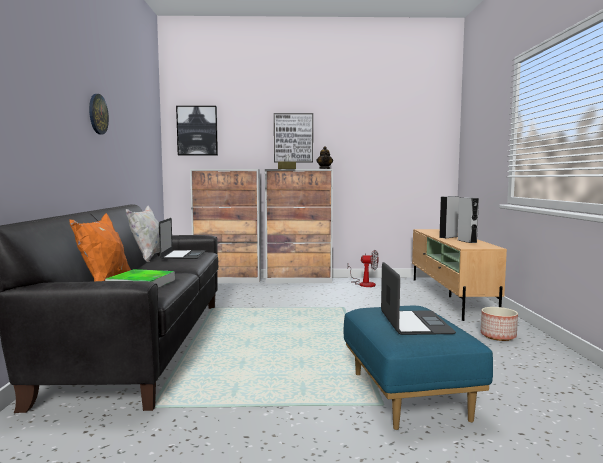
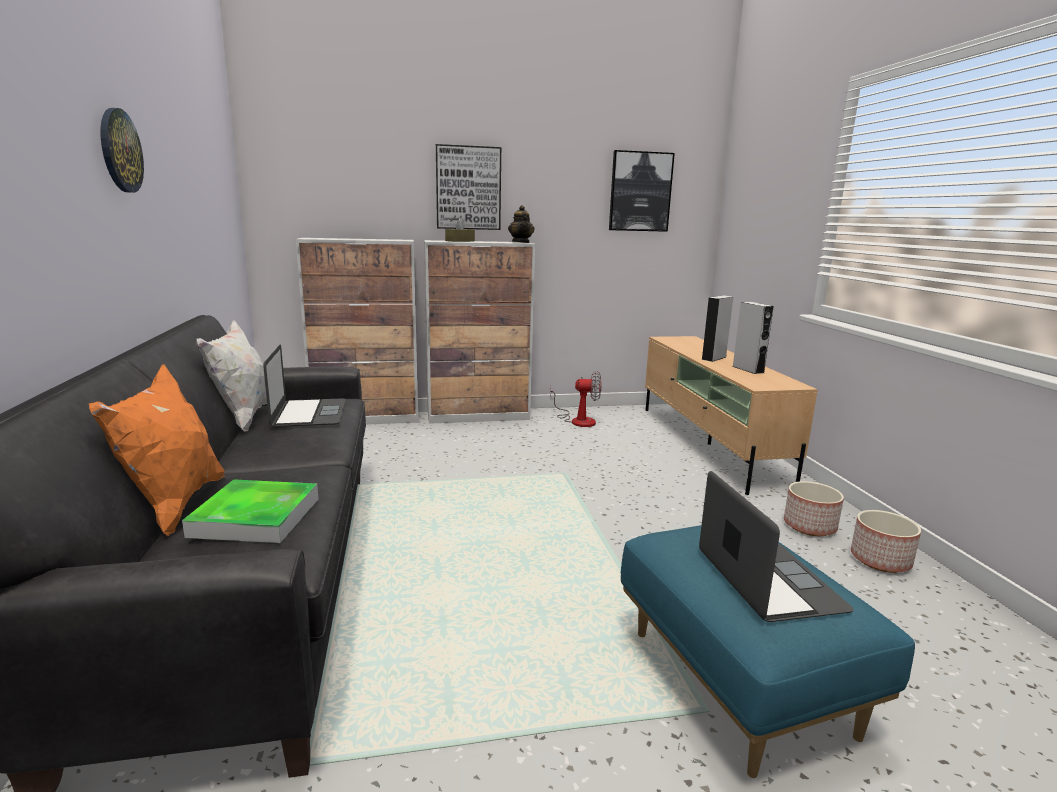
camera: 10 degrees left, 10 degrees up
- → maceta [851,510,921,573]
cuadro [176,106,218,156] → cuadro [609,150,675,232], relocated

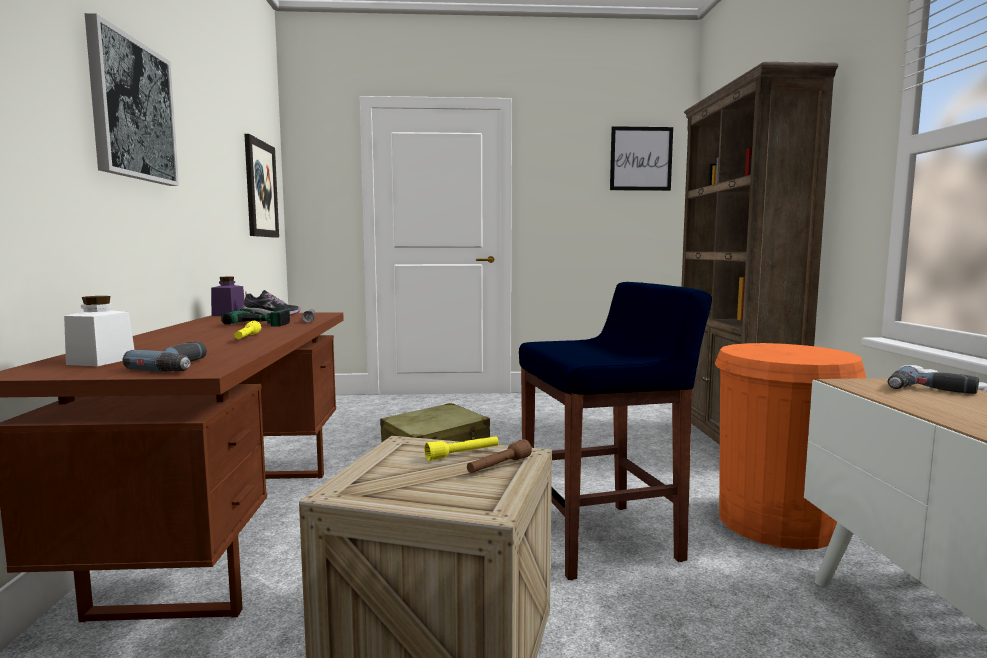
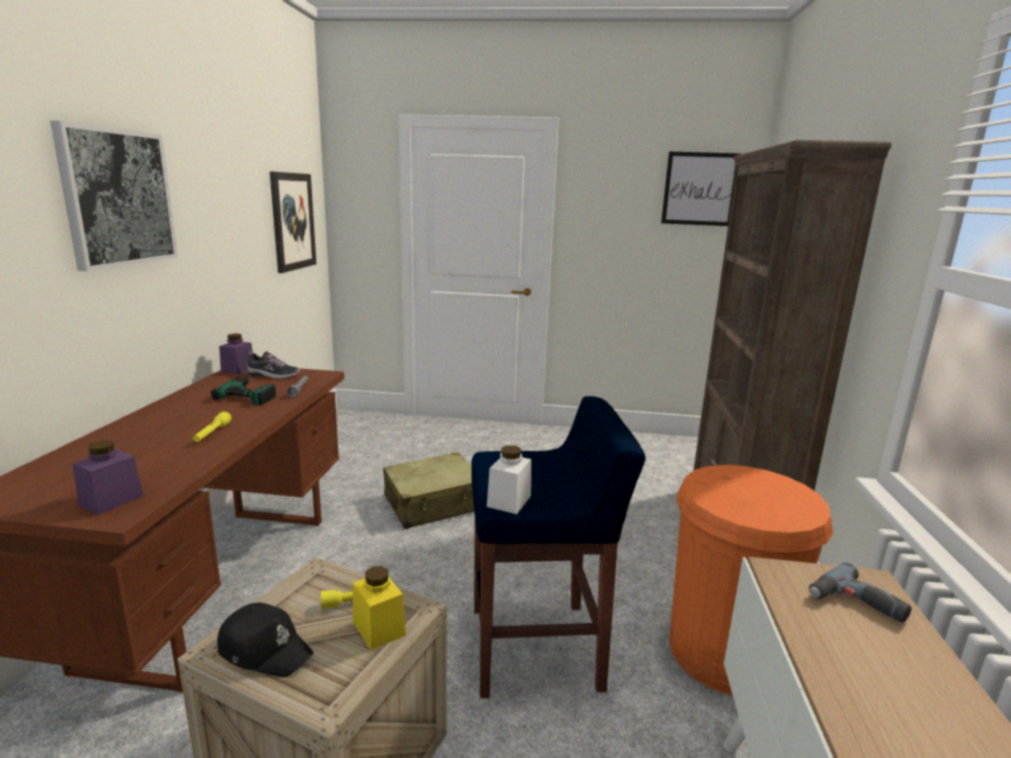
camera: 10 degrees right, 10 degrees up
- → gorra [negro] [217,603,314,677]
tarro [blanco] [64,296,134,366] → tarro [blanco] [487,445,531,514], relocated
taladro [122,342,207,372] → tarro [morado] [73,440,143,515]
linterna [marrón] [467,439,532,473] → tarro [amarillo] [353,566,406,650]

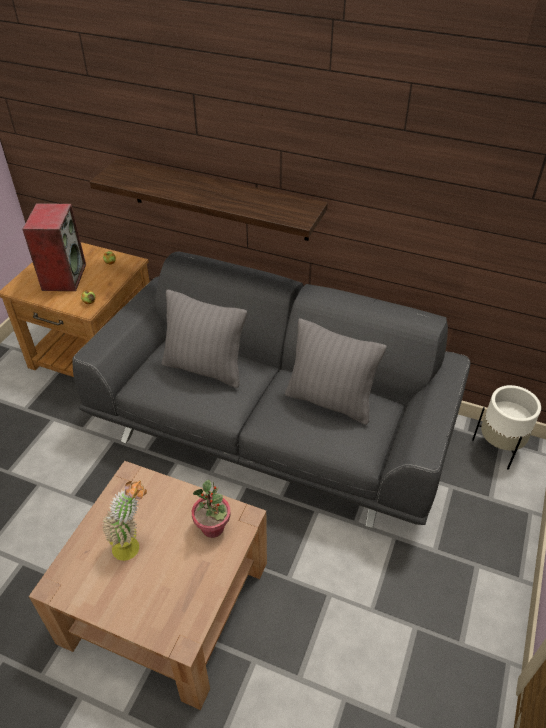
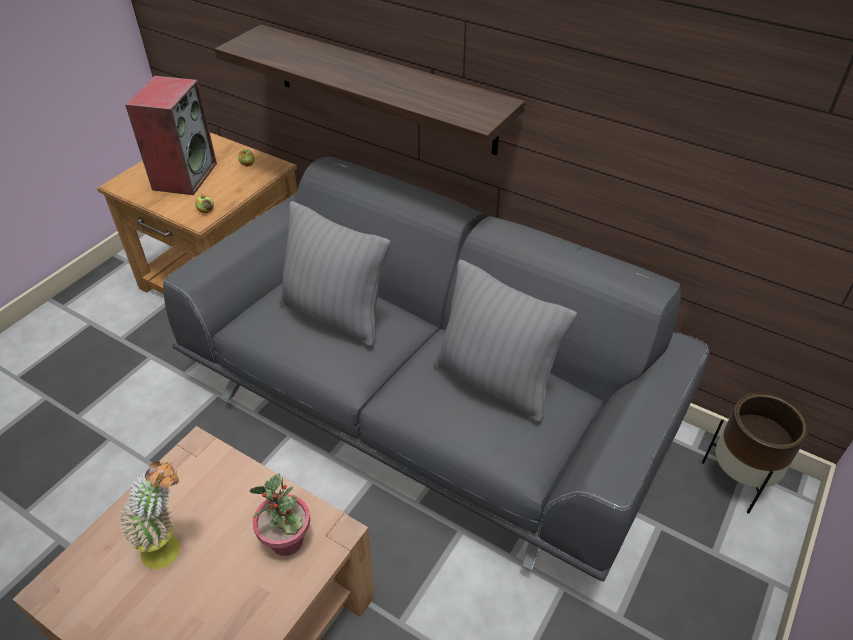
camera: 10 degrees right, 0 degrees up
maceta [blanco] [472,385,541,470] → maceta [marrón] [702,393,808,513]

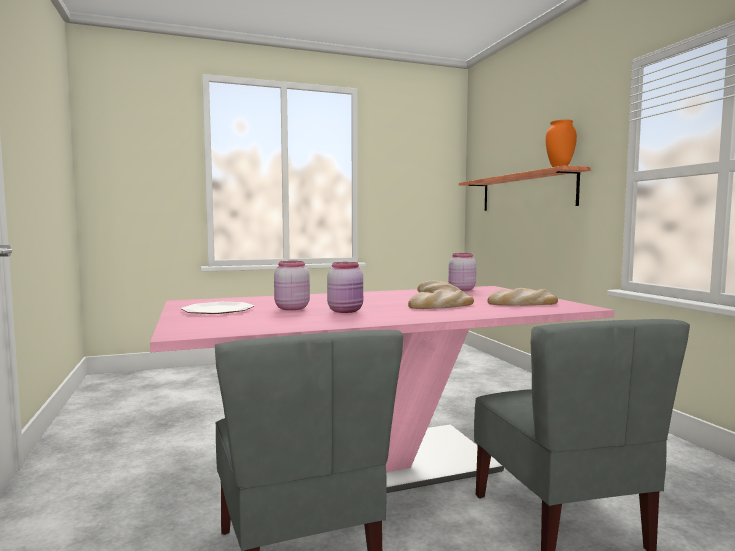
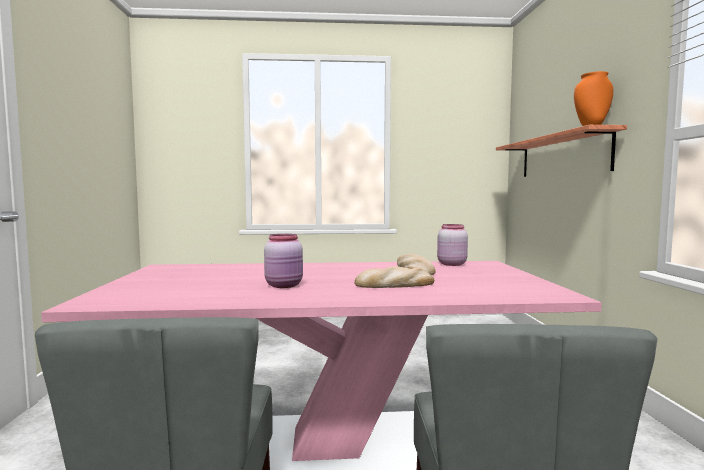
camera: 15 degrees right, 0 degrees up
plato [181,302,254,314] → -
tarro [rosa] [274,261,310,310] → -
pan [487,288,558,306] → -

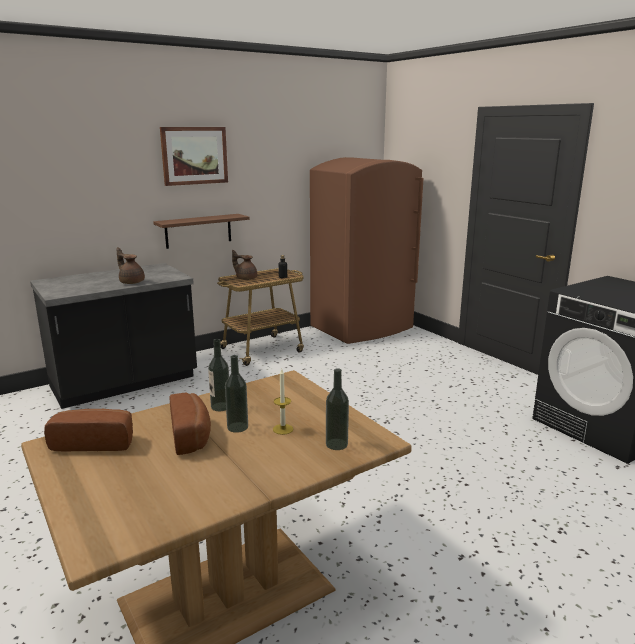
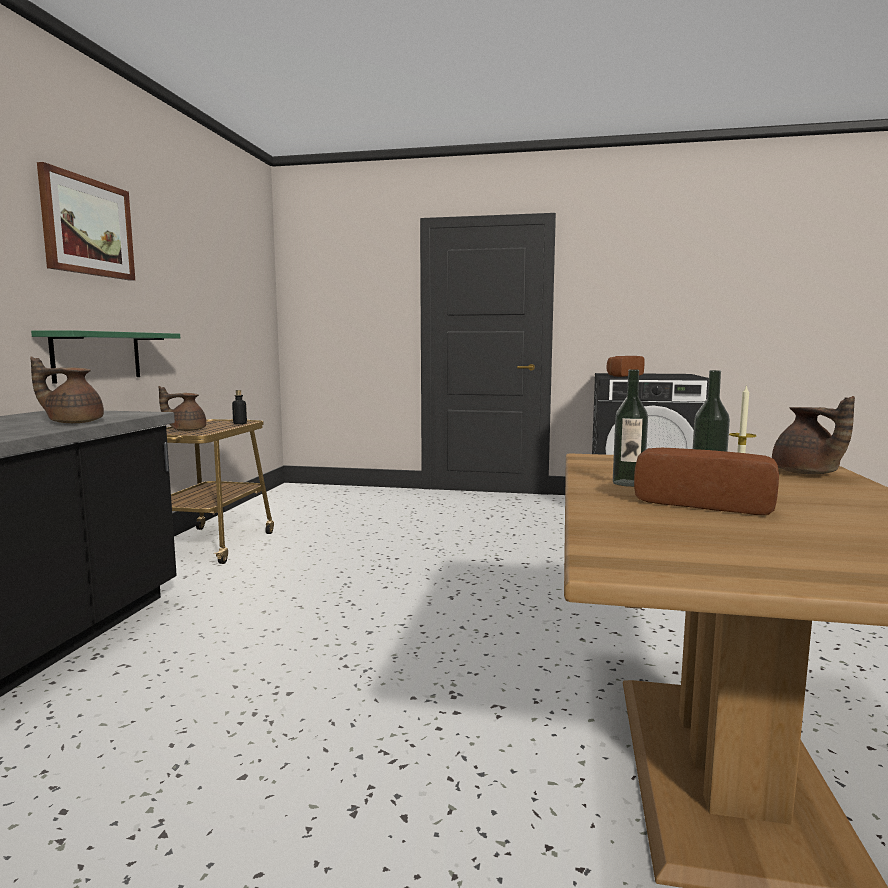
camera: 45 degrees left, 10 degrees down
nevera [marrón] [310,157,424,344] → -
pan [44,409,133,451] → pan [606,356,645,377], relocated
botella [326,368,349,450] → tetera [marrón] [772,396,855,474]
estante [marrón] [153,214,250,249] → estante [verde] [31,330,180,384]

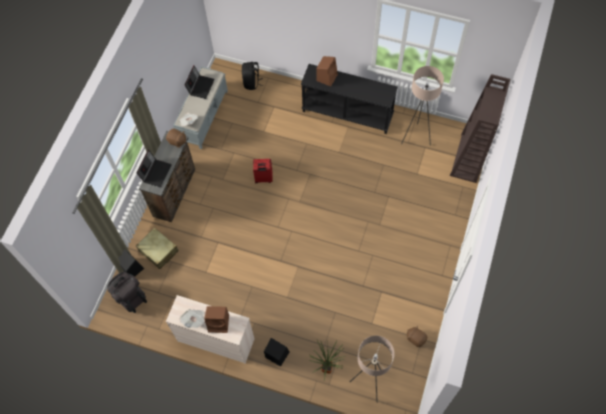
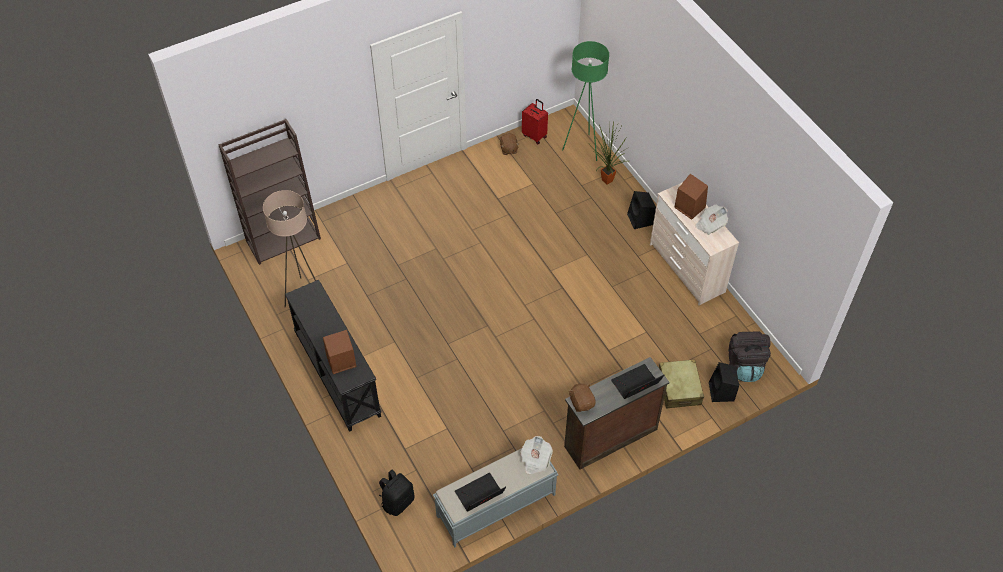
camera: 140 degrees left, 10 degrees down
maleta [rojo] [253,159,272,183] → maleta [rojo] [522,99,548,144], relocated
lámpara de pie [beis] [350,336,395,403] → lámpara de pie [verde] [562,41,609,161]

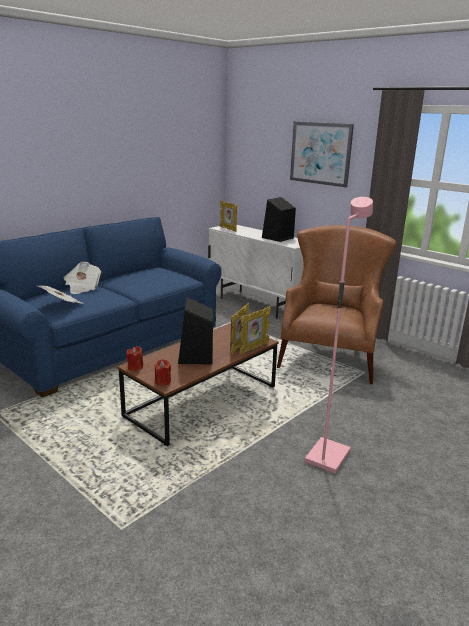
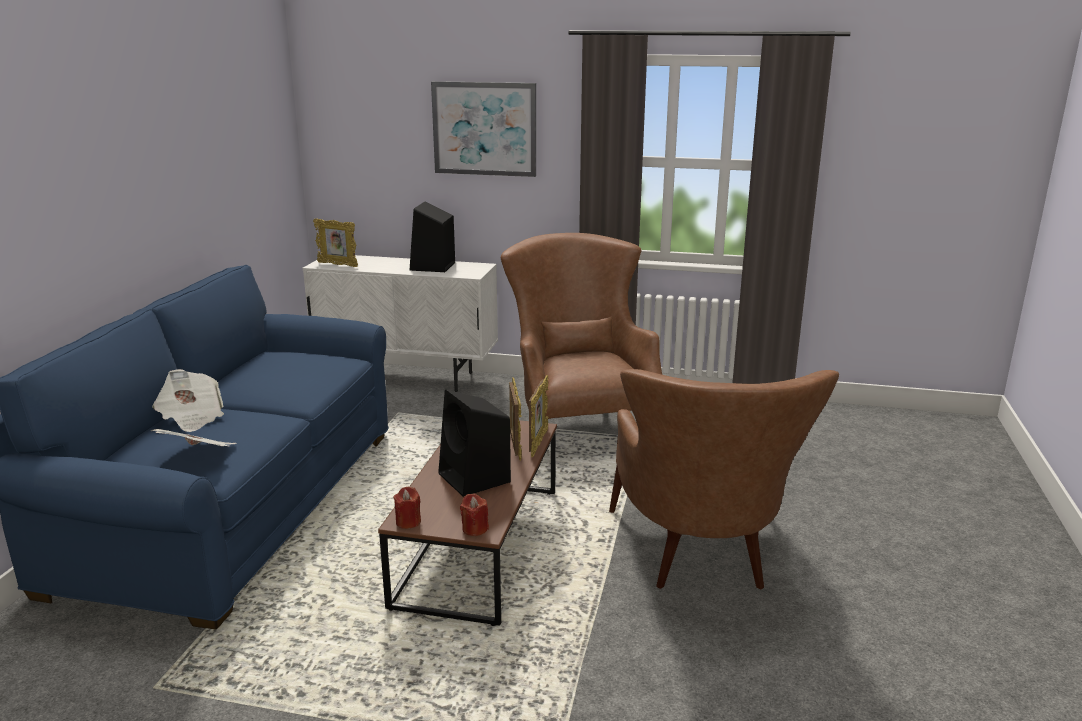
camera: 30 degrees left, 0 degrees up
lámpara de pie [rosa] [305,197,373,474] → sillón [marrón] [609,369,839,590]

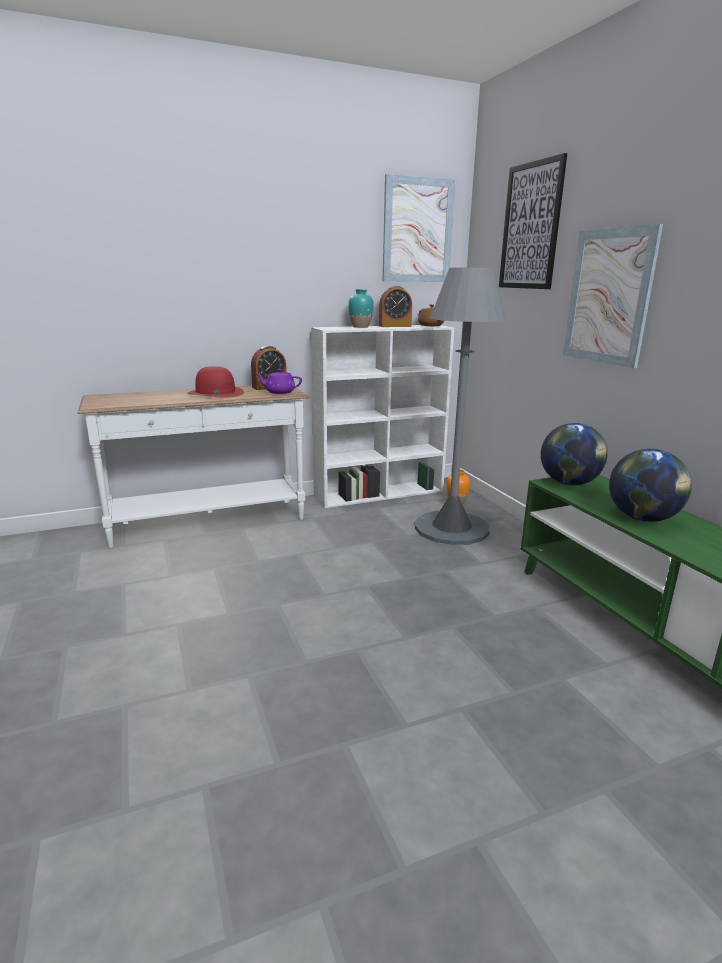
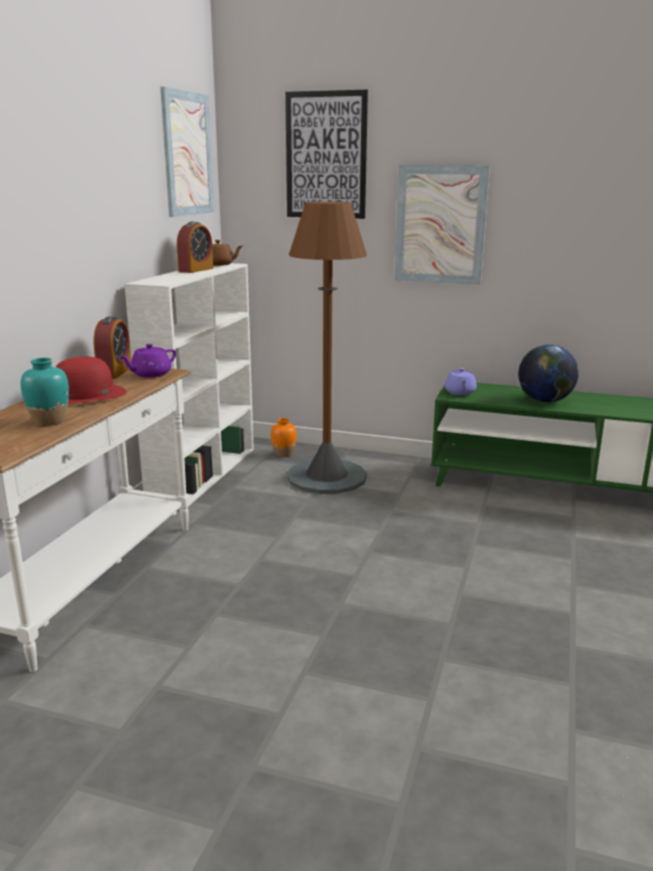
camera: 50 degrees left, 0 degrees up
florero [turquesa] [348,289,374,328] → florero [turquesa] [21,358,69,426], relocated
globo terráqueo [541,423,608,485] → tetera [morado] [444,368,477,395]
lámpara de pie [gris] [415,268,506,545] → lámpara de pie [marrón] [287,202,367,494]

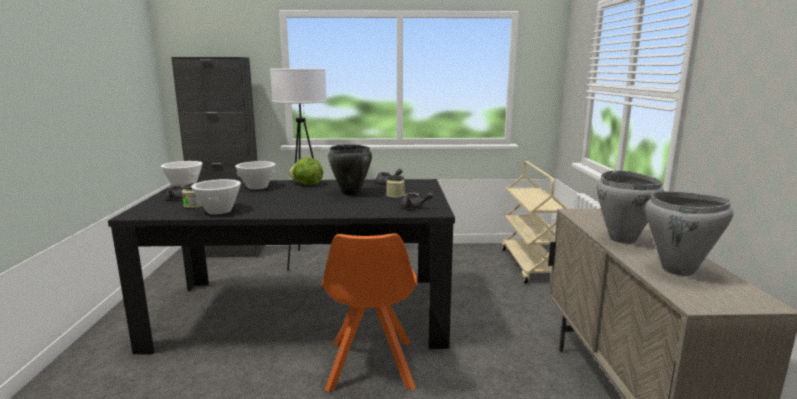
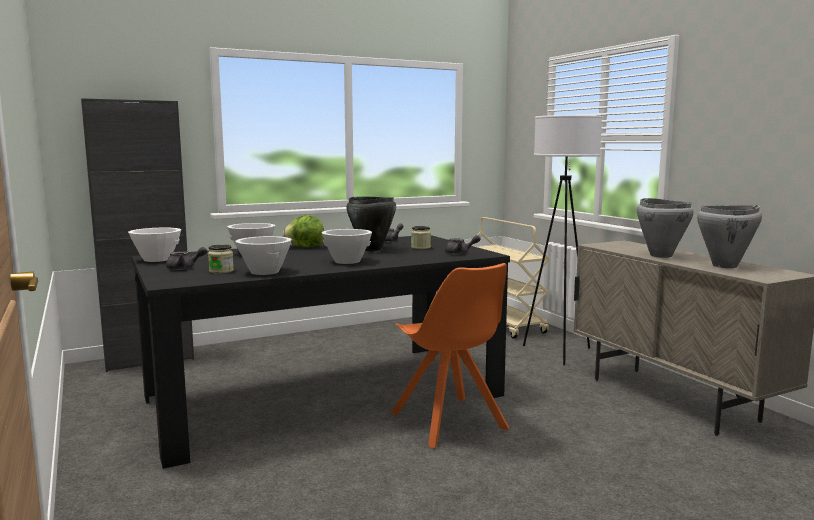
camera: 25 degrees left, 5 degrees down
- → cuenco [blanco] [322,229,372,264]
lámpara de pie [blanco] [270,69,327,271] → lámpara de pie [blanco] [523,115,602,365], relocated

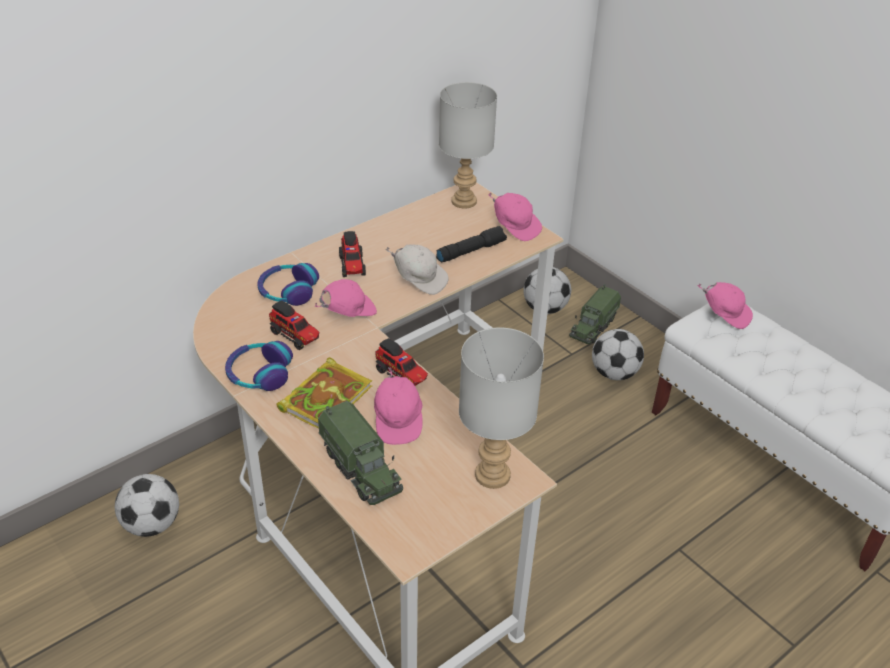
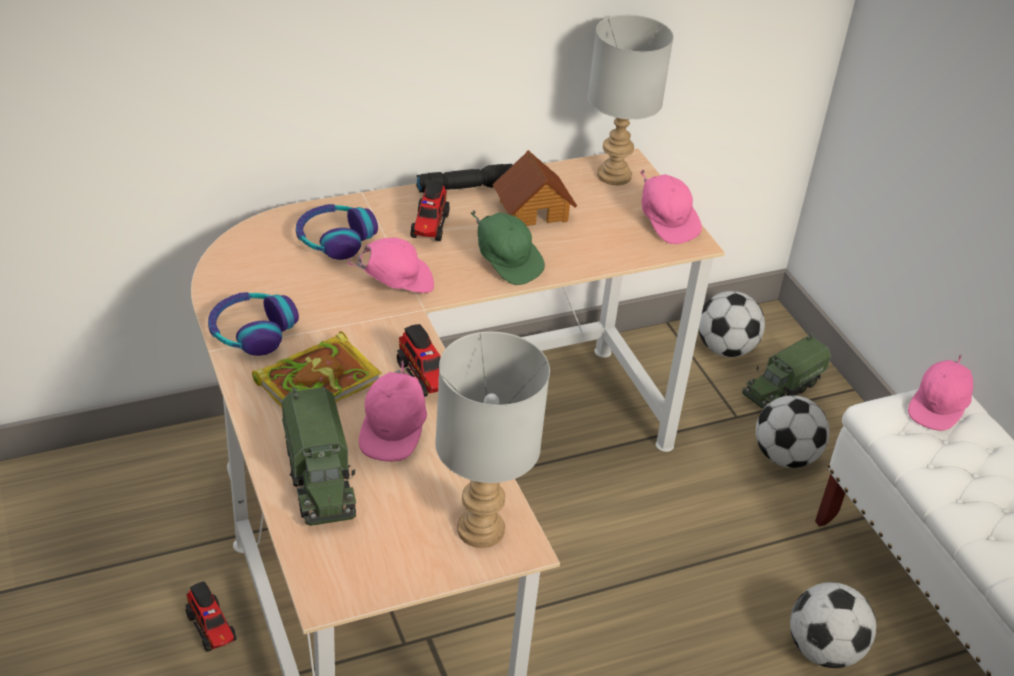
camera: 15 degrees right, 0 degrees up
- → casita [492,150,577,226]
balón de fútbol [115,474,179,537] → balón de fútbol [790,582,876,668], relocated
camión de juguete [269,301,319,350] → camión de juguete [185,582,236,652], relocated
linterna [negro] [436,226,507,263] → linterna [negro] [416,164,512,193], relocated
gorra [blanco] [385,244,449,295] → gorra [verde] [471,210,545,285]
gorra [rosa] [697,282,753,329] → gorra [rosa] [908,354,973,431], 75 degrees clockwise

